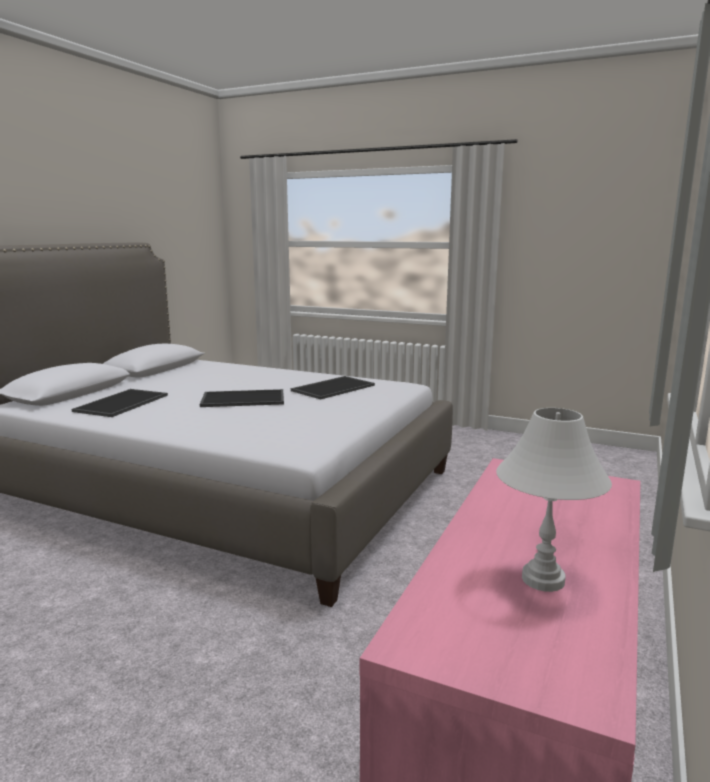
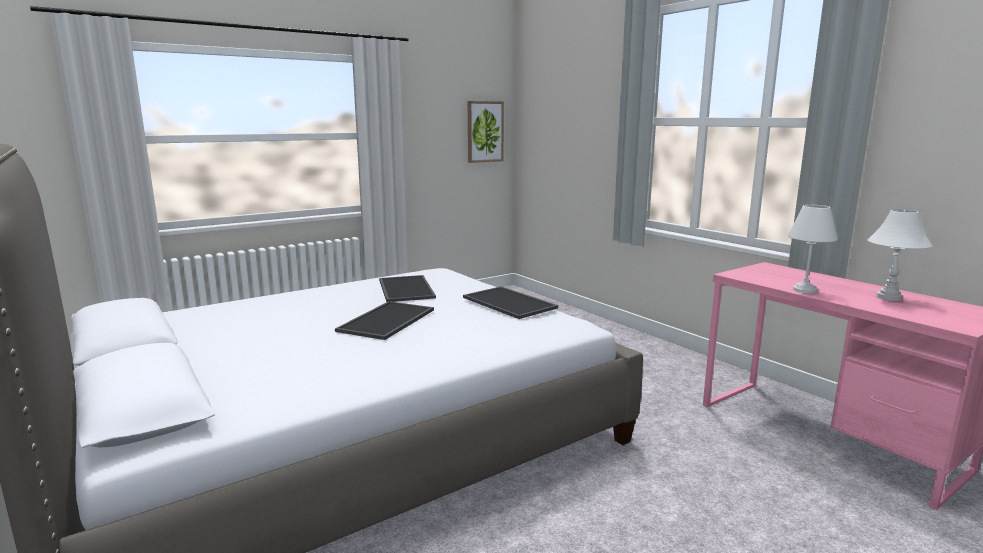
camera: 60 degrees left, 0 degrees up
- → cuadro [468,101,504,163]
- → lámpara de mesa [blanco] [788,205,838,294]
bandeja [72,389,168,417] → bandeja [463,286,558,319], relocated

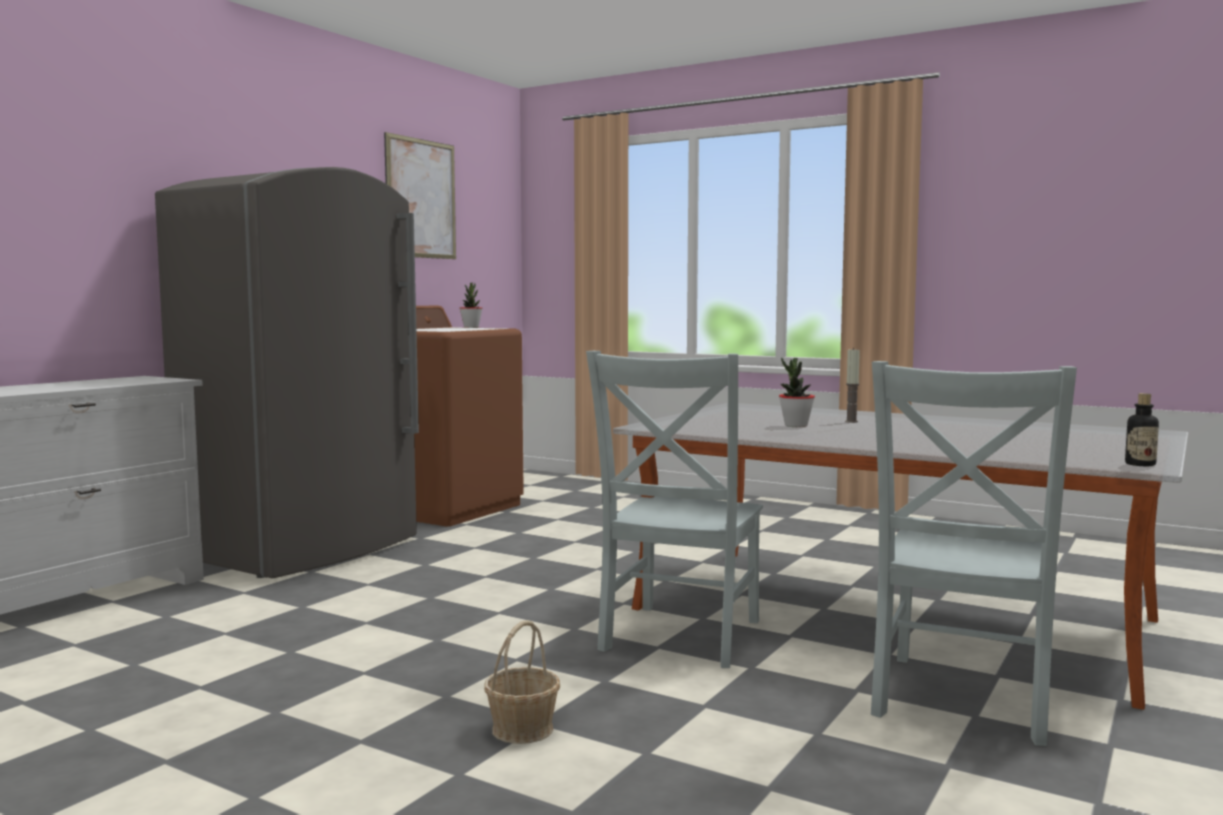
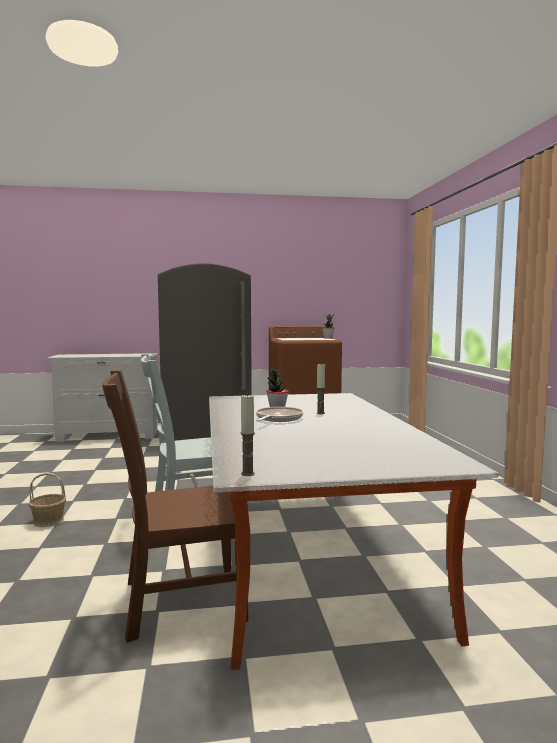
camera: 50 degrees right, 0 degrees up
cuadro [384,132,456,259] → -
- → sartén [256,407,304,422]
botella [1125,393,1159,466] → vela [240,393,255,476]
silla [gris] [871,361,1077,746] → silla [marrón] [102,370,248,643]

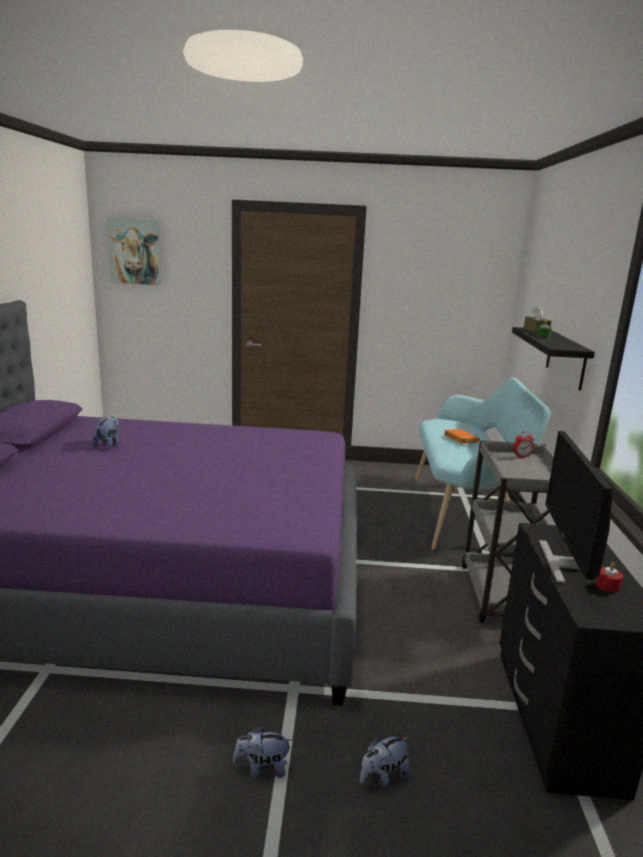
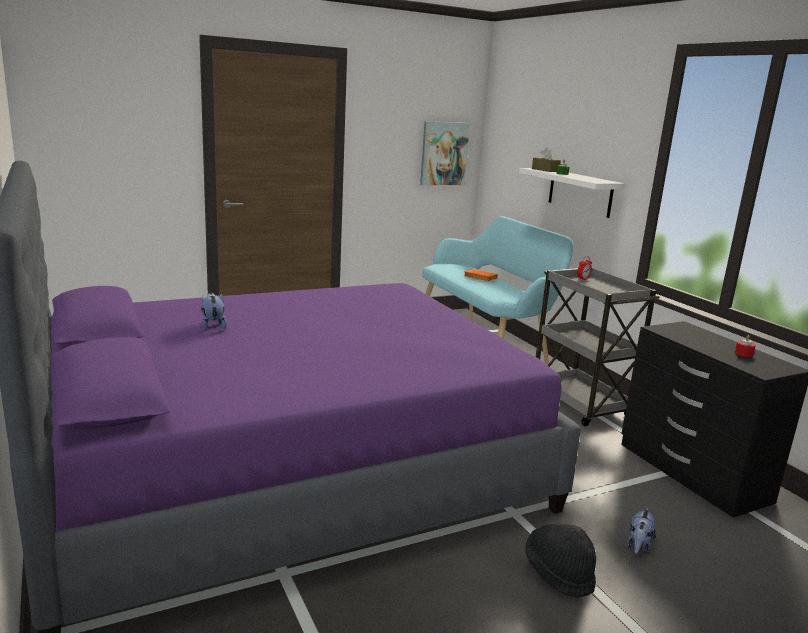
camera: 30 degrees left, 0 degrees up
monitor [539,431,613,584] → -
cuadro [107,217,161,285] → cuadro [420,121,470,185], relocated
peluche [233,725,292,778] → sombrero [negro] [526,524,596,598]
estante [negro] [512,327,595,391] → estante [blanco] [519,168,625,218]

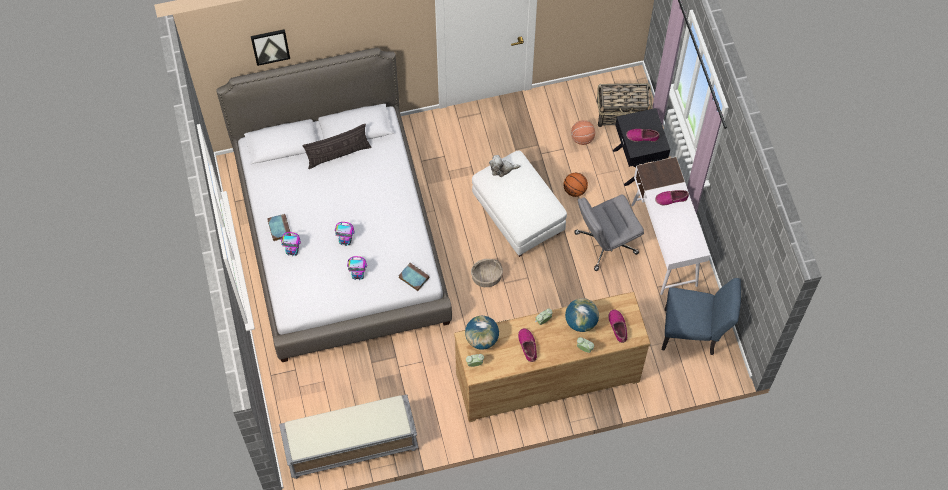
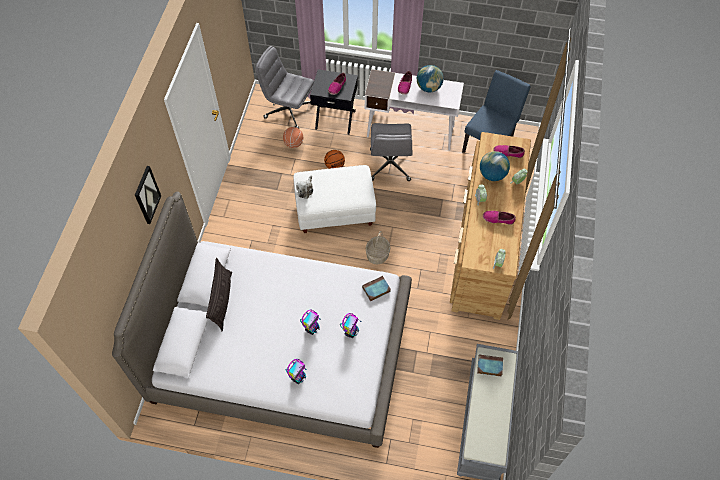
camera: 65 degrees left, 5 degrees down
cuadro [251,29,290,66] → cuadro [135,166,161,224], relocated
libro [267,214,291,241] → libro [477,355,503,377], relocated
globo terráqueo [465,316,499,350] → globo terráqueo [417,65,444,92], relocated
cesta [597,83,653,127] → silla de oficina [gris] [256,46,314,128]

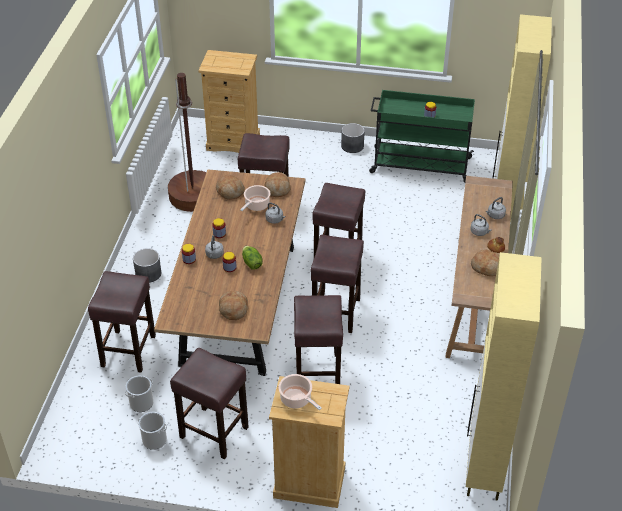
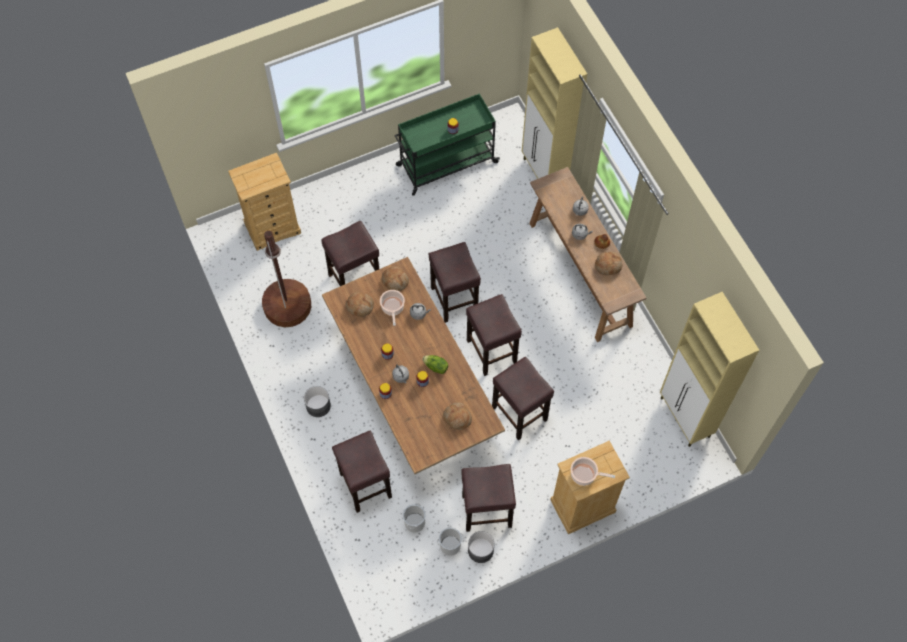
camera: 35 degrees left, 20 degrees up
maceta [gris] [341,123,365,153] → maceta [gris] [468,531,495,563], relocated

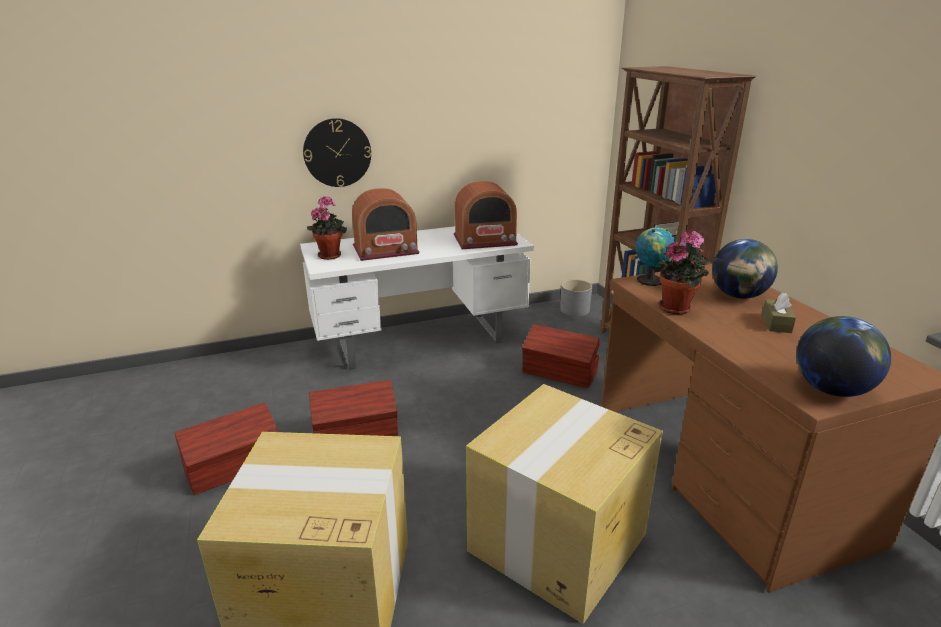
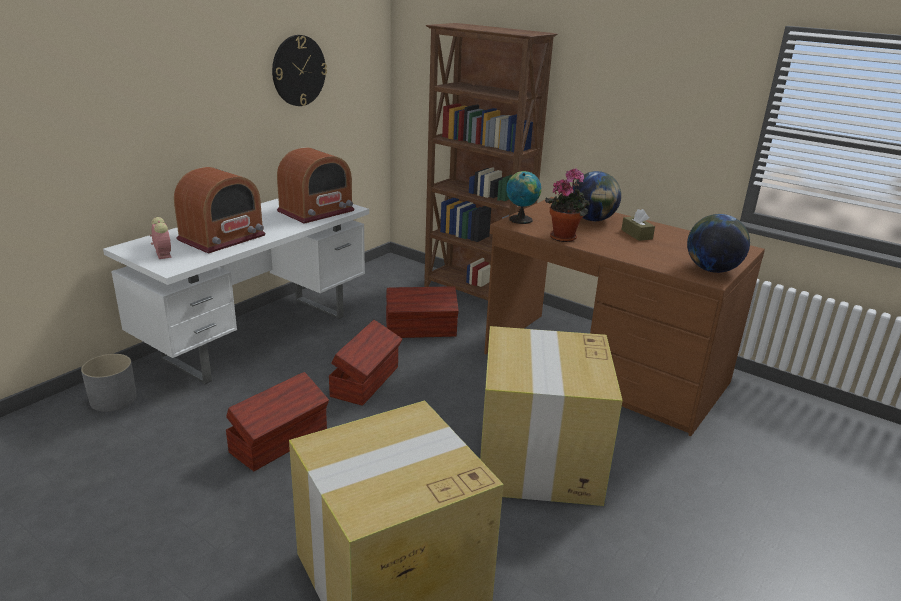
camera: 35 degrees left, 0 degrees up
caja de almacenaje [marrón] [175,403,279,495] → caja de almacenaje [marrón] [329,320,402,406], relocated
reloj de pared [303,118,371,187] → reloj de pared [272,35,327,106], relocated
maceta [gris] [560,280,592,317] → maceta [gris] [81,354,137,412], relocated
planta en maceta [307,195,347,260] → despertador [150,217,172,259]

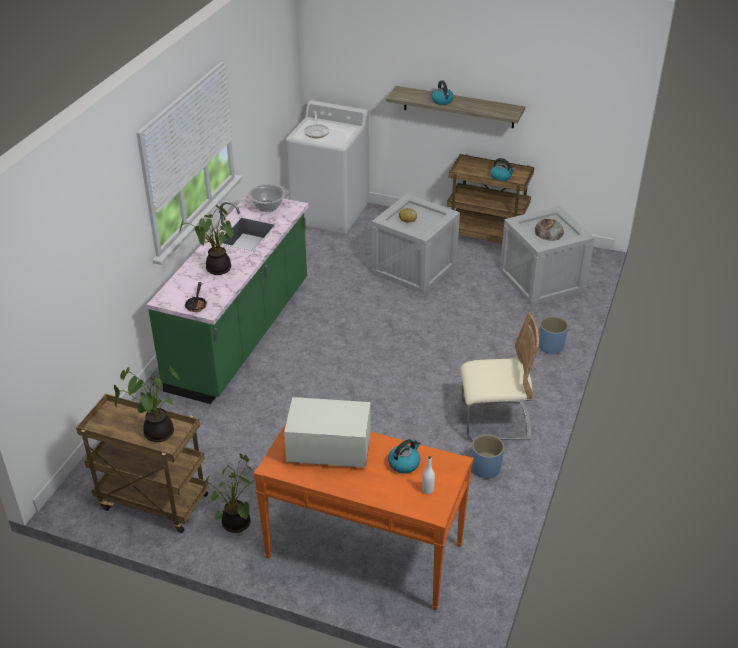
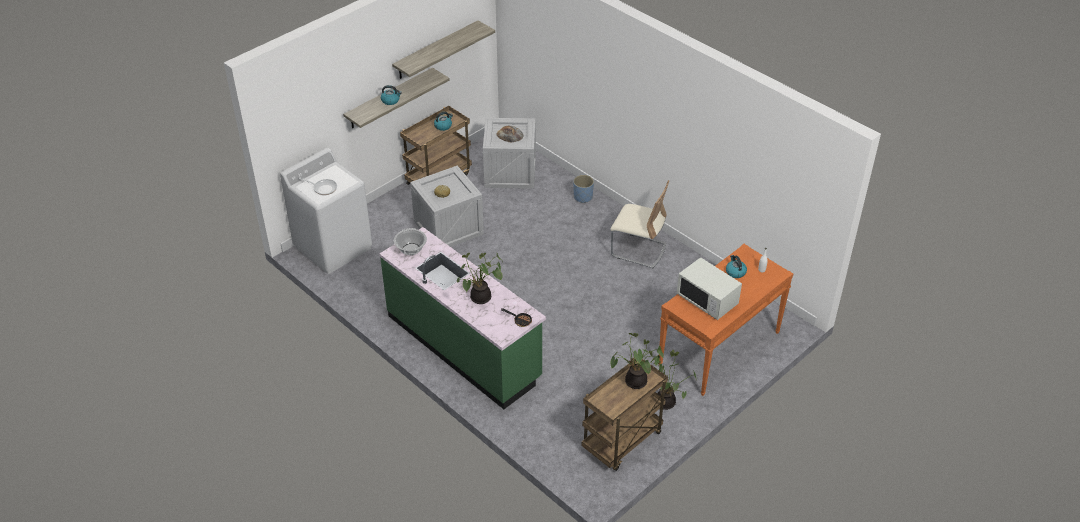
camera: 65 degrees left, 5 degrees up
maceta [azul] [471,434,504,478] → -
- → estante [392,20,495,79]
microondas [blanco] [284,397,371,468] → microondas [blanco] [677,257,742,320], 75 degrees counterclockwise
silla [beis] [461,313,539,440] → silla [beis] [610,180,669,268], 90 degrees clockwise

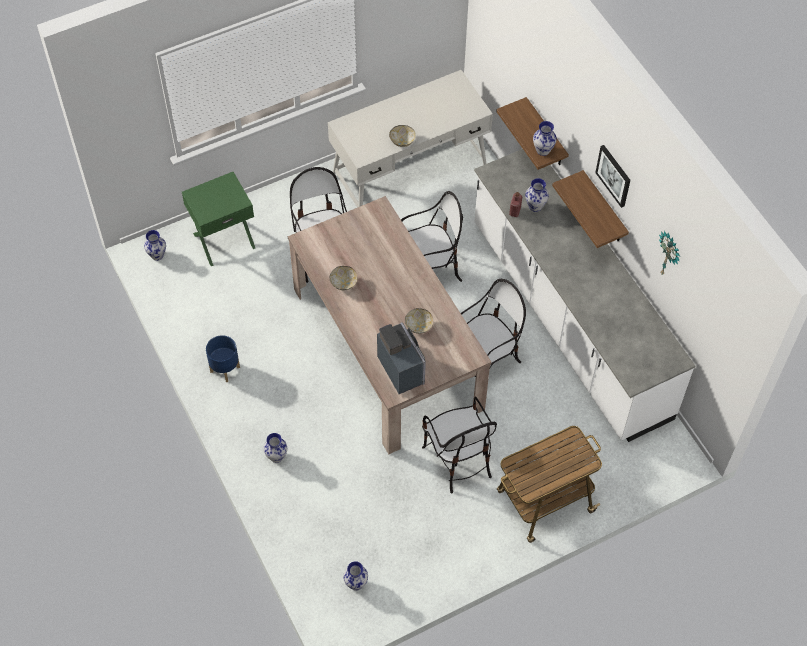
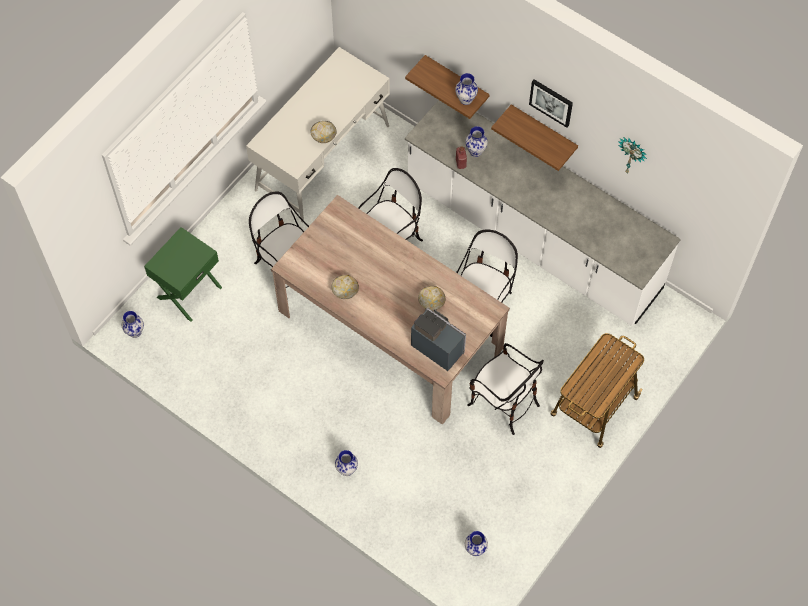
camera: 25 degrees left, 5 degrees up
maceta [azul] [206,335,240,382] → -

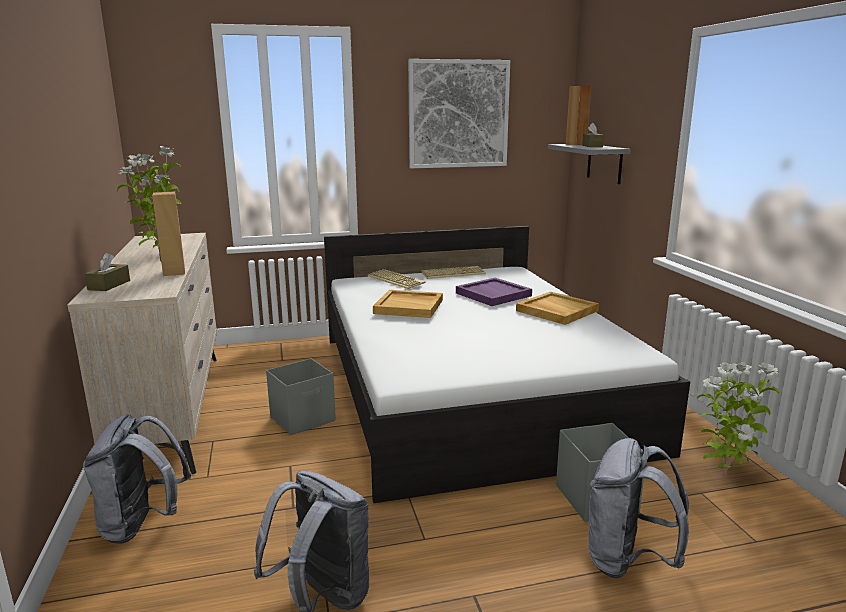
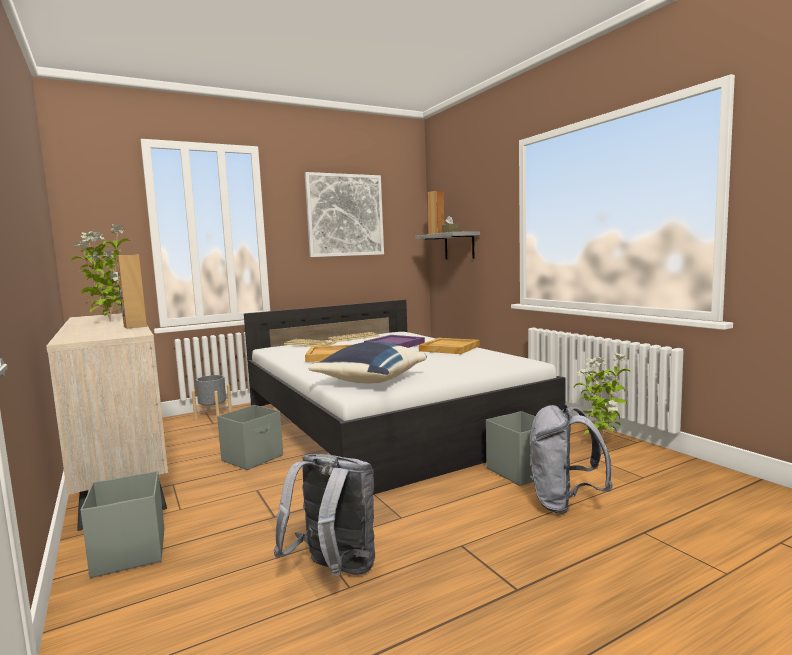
camera: 15 degrees left, 10 degrees down
caja de pañuelos [marrón] [85,253,130,291] → -
- → maceta [gris] [192,375,232,420]
- → cojín [azul] [308,342,427,383]
mochila [gris] [83,414,191,544] → caja de almacenaje [gris] [81,471,164,578]

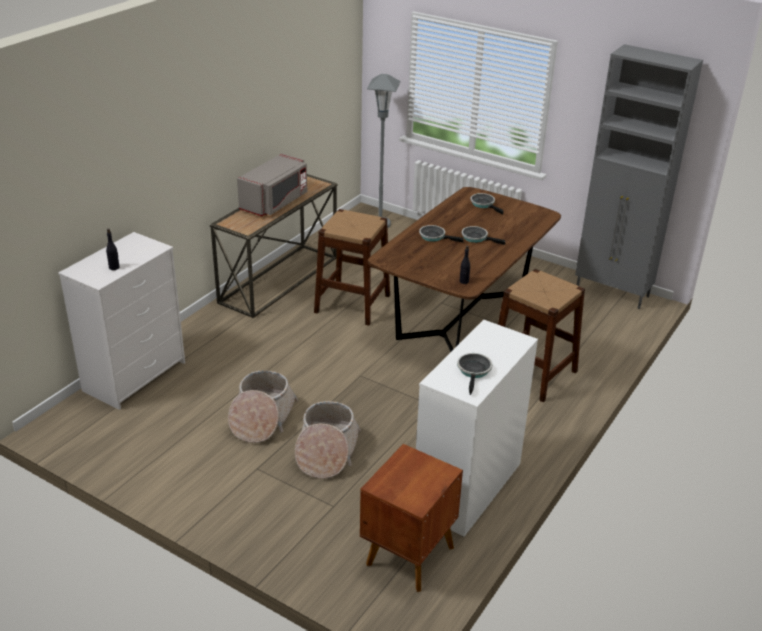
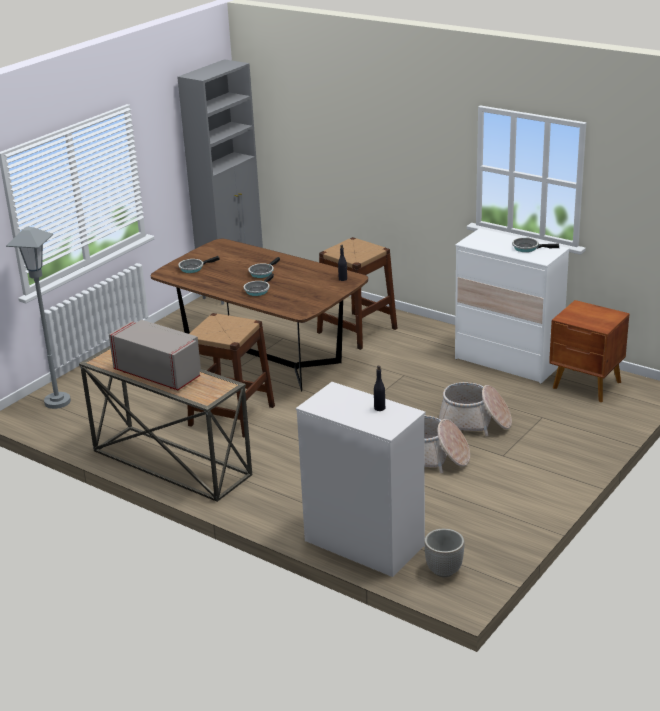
camera: 85 degrees left, 5 degrees down
- → maceta [424,529,465,577]

